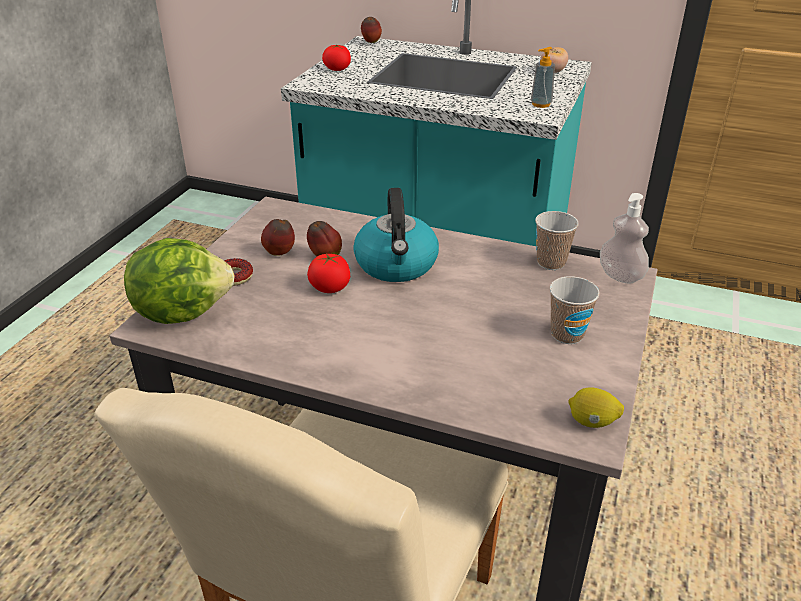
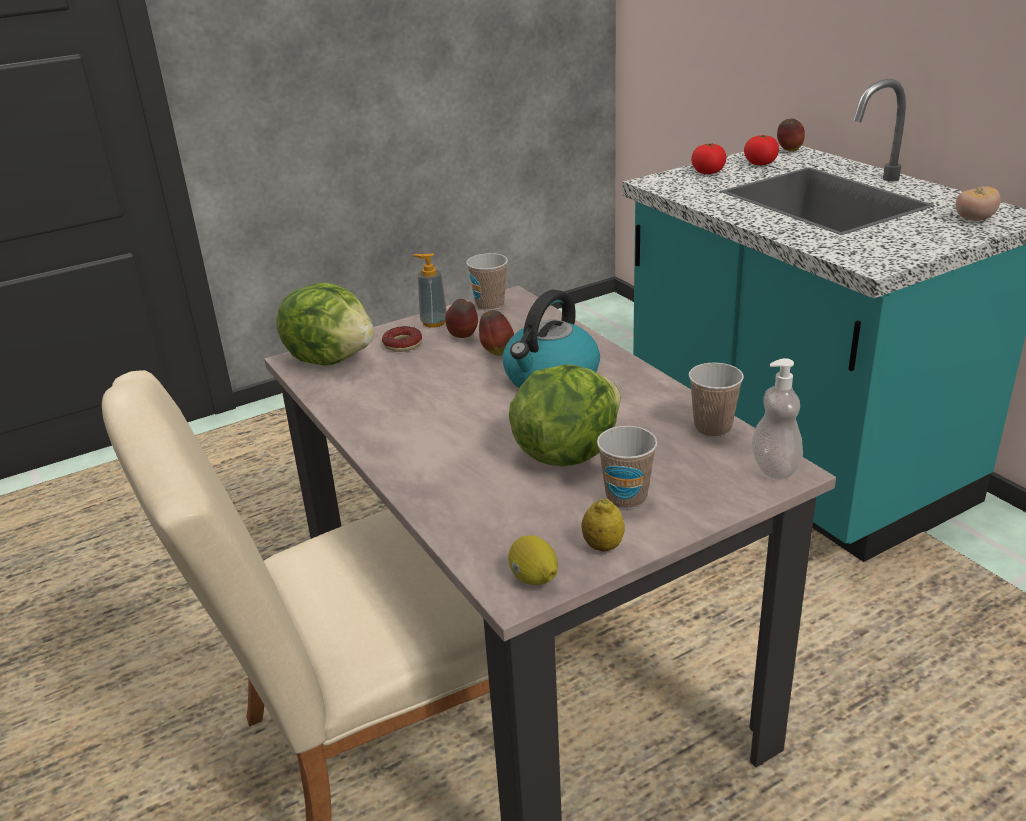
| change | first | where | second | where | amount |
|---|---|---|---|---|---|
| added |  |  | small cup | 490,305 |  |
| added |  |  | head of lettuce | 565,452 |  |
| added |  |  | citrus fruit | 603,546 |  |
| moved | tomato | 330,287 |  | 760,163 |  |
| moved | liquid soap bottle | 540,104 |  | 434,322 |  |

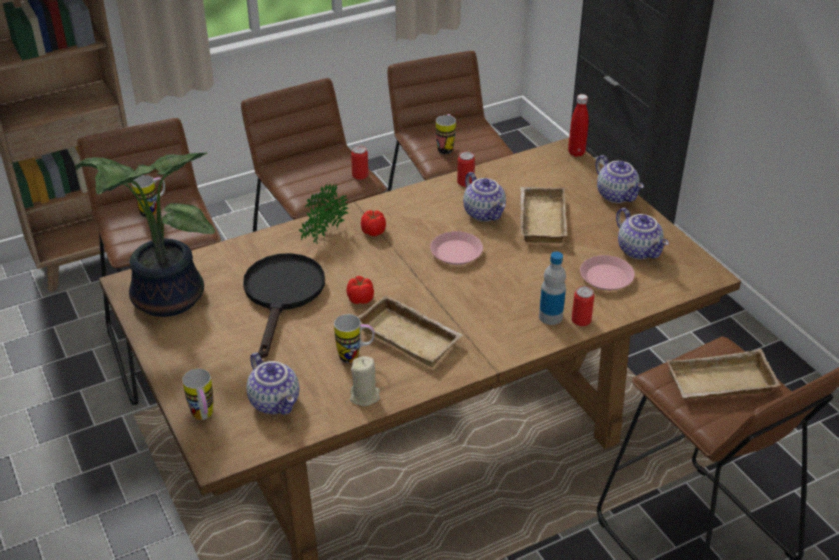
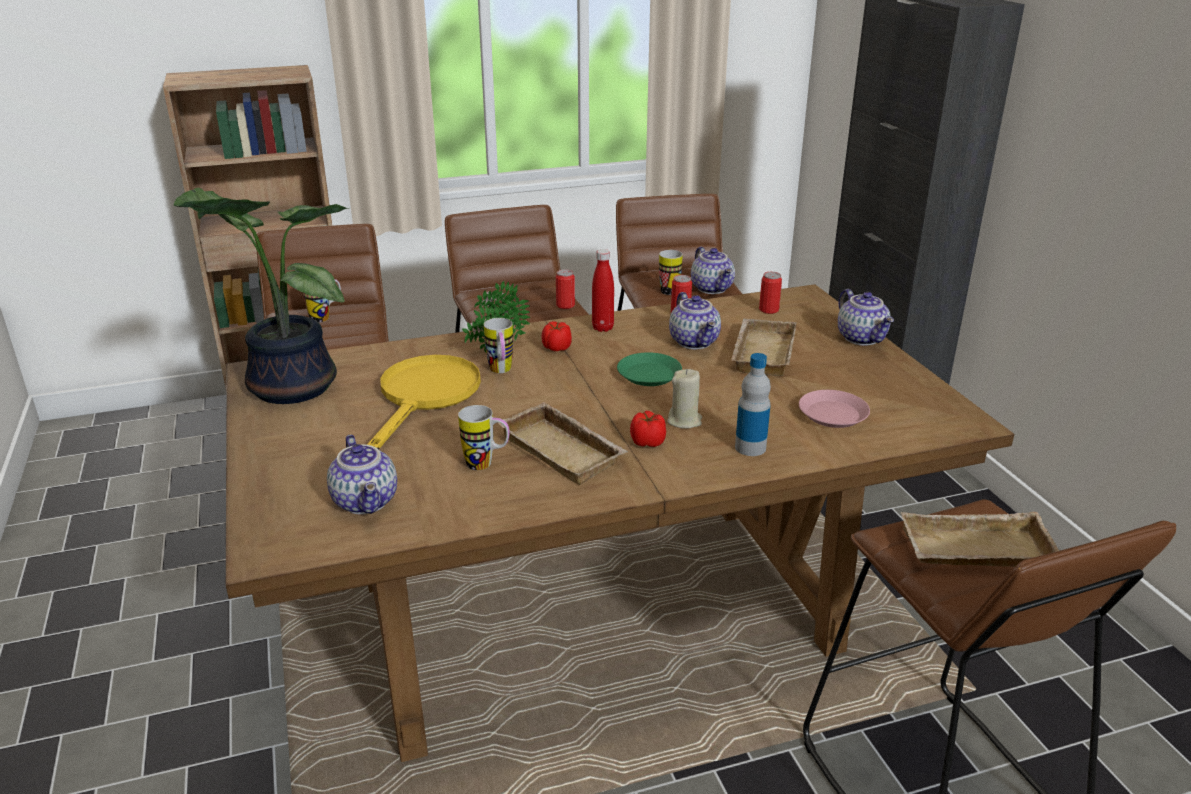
| change | first | where | second | where | amount |
|---|---|---|---|---|---|
| moved | mug | 204,417 |  | 501,372 |  |
| moved | tomato | 360,298 |  | 647,442 |  |
| moved | beige wax candle | 365,396 |  | 684,421 |  |
| moved | red beverage bottle | 576,153 |  | 602,328 |  |
| moved | can | 581,320 |  | 769,310 |  |
| moved | teapot | 639,250 |  | 713,288 |  |
| recoloured | blackish skillet | 283,295 | yellow skillet | 425,396 |  |
| recoloured | pink-coloured flat dish | 456,252 | green flat dish | 648,374 |  |

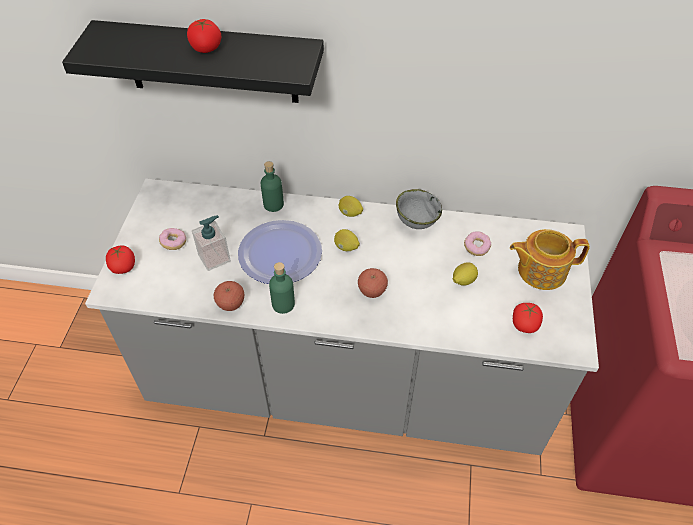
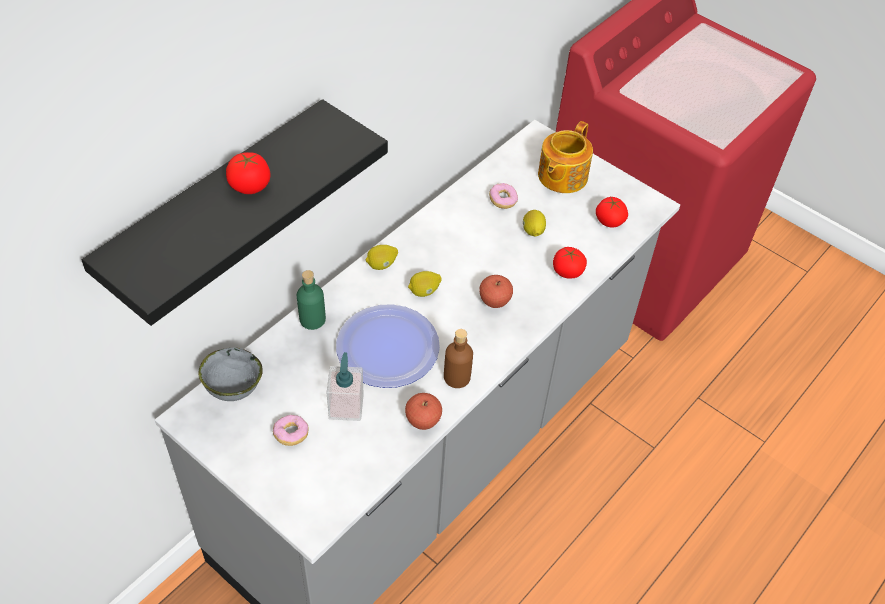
| change | first | where | second | where | amount |
|---|---|---|---|---|---|
| moved | tomato | 123,267 |  | 567,271 |  |
| moved | grey bowl | 416,222 |  | 232,389 |  |
| recoloured | green beverage bottle | 283,304 | brown-coloured beverage bottle | 457,377 |  |

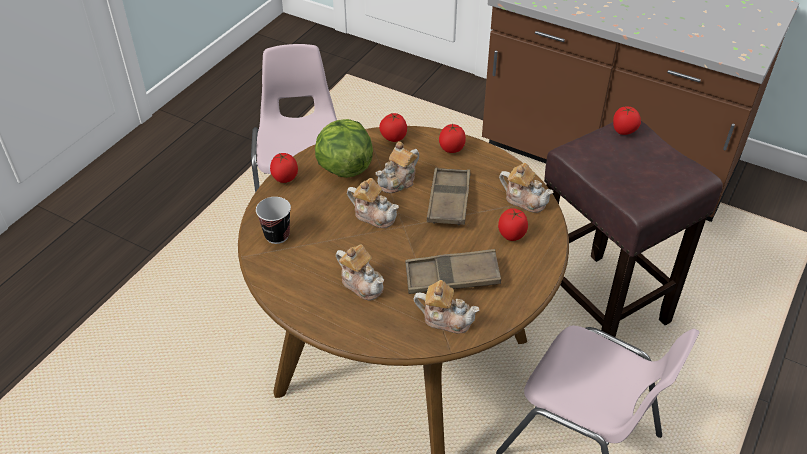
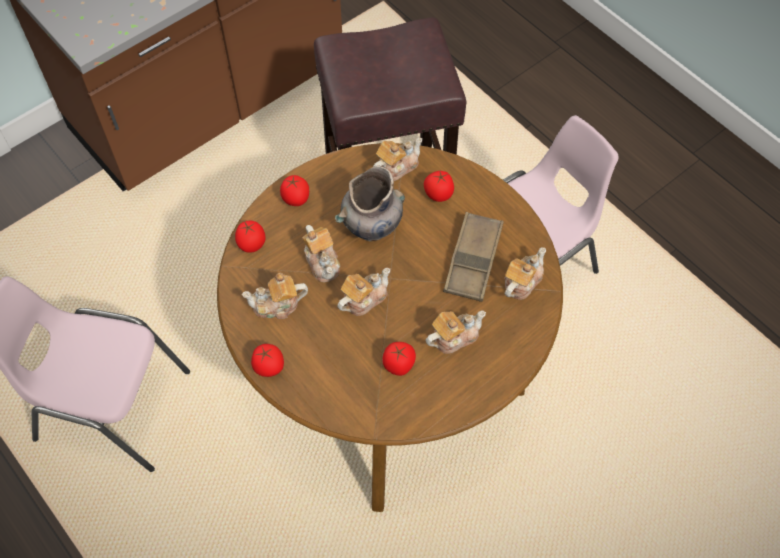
| change | first | where | second | where | amount |
|---|---|---|---|---|---|
| removed | small cup | 277,235 |  |  |  |
| moved | tomato | 624,131 |  | 399,365 |  |
| replaced | head of lettuce | 344,167 | teapot | 277,305 |  |
| replaced | brown-coloured carrying tray | 448,201 | grey flower vase | 371,228 |  |

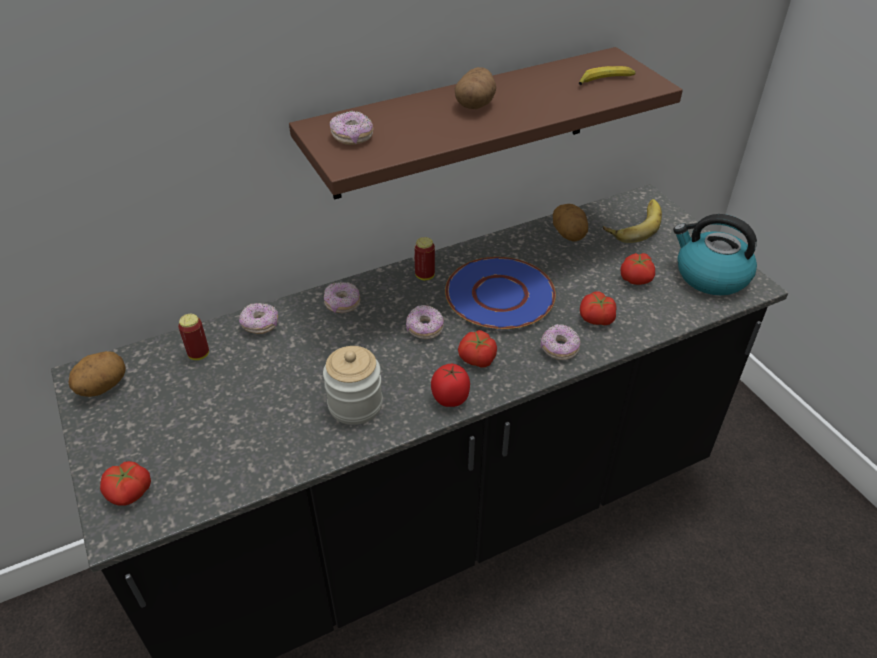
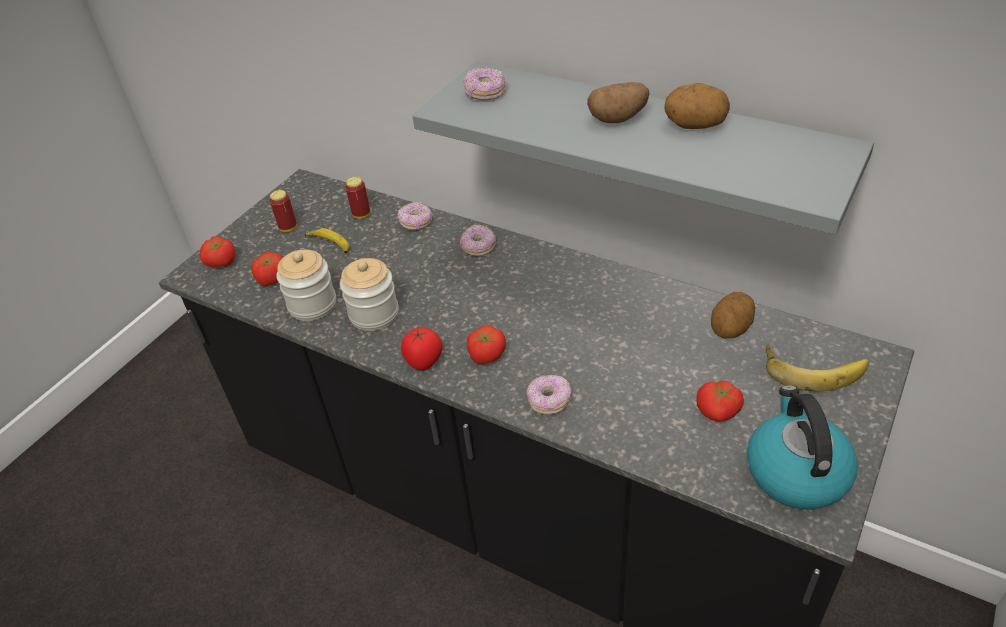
| change | first | where | second | where | amount |
|---|---|---|---|---|---|
| removed | donut | 424,329 |  |  |  |
| removed | blue flat dish | 500,295 |  |  |  |
| added |  |  | preserve jar | 312,305 |  |
| moved | potato | 103,387 |  | 694,126 |  |
| moved | can | 424,276 |  | 288,228 |  |
| moved | whole banana | 605,81 |  | 330,244 |  |
| moved | tomato | 596,318 |  | 271,278 |  |
| recoloured | brown-coloured bracket shelf | 463,123 | grey bracket shelf | 652,142 |  |

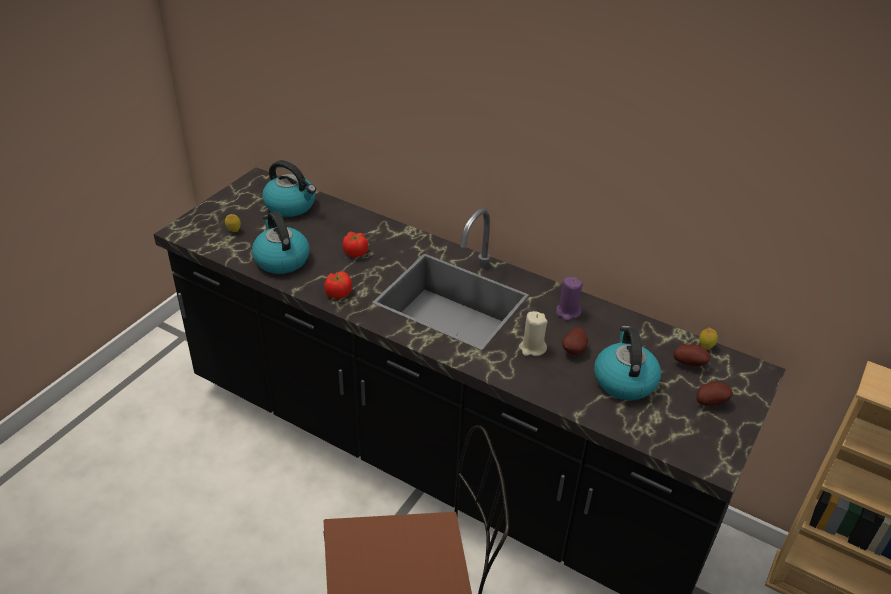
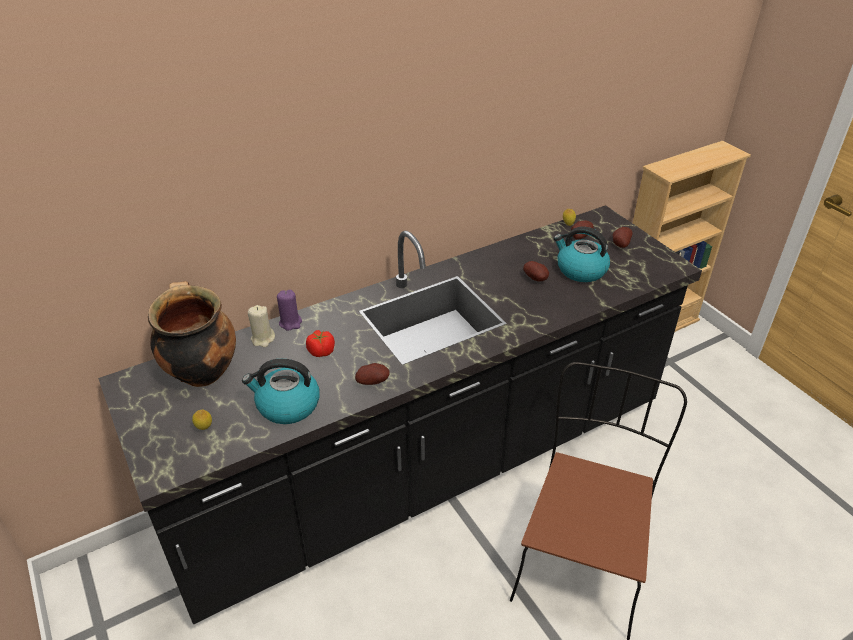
| change | first | where | second | where | amount |
|---|---|---|---|---|---|
| moved | beige wax candle | 532,348 |  | 263,339 |  |
| moved | purplish wax candle | 568,312 |  | 290,323 |  |
| replaced | water kettle | 291,205 | cooking pot | 201,371 |  |
| replaced | tomato | 338,293 | potato | 373,381 |  |

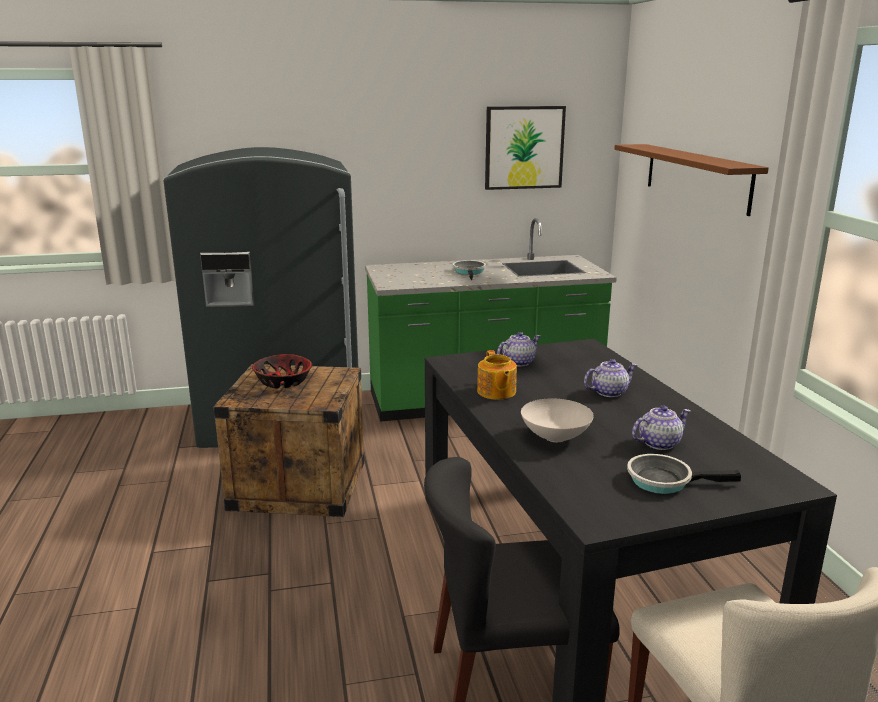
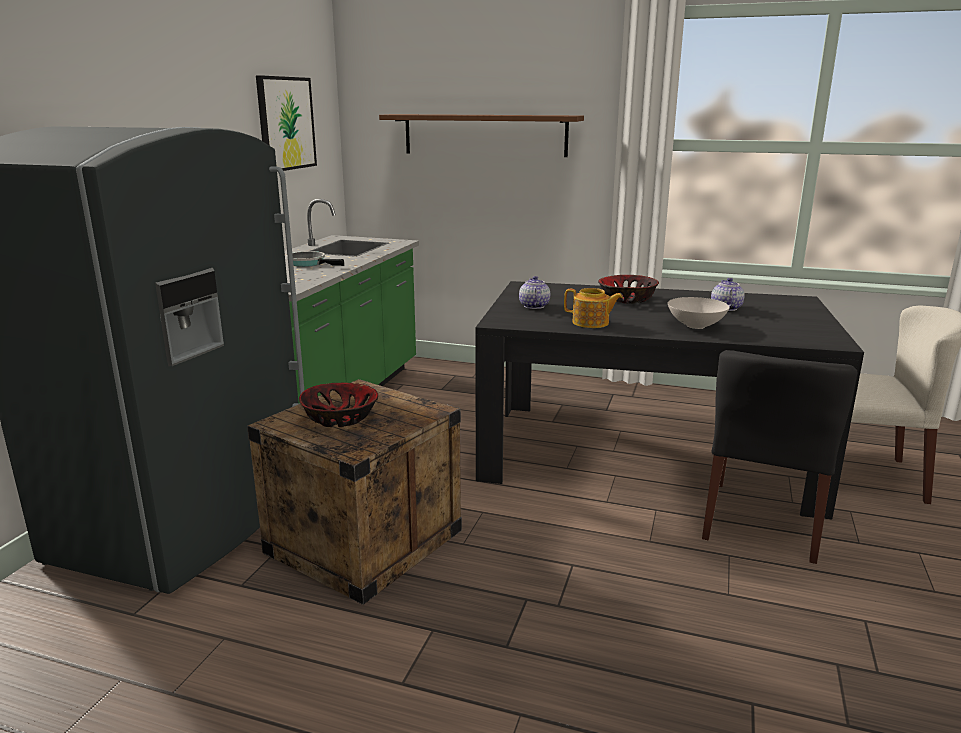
| change | first | where | second | where | amount |
|---|---|---|---|---|---|
| removed | skillet | 664,481 |  |  |  |
| replaced | teapot | 609,392 | bowl | 626,299 |  |

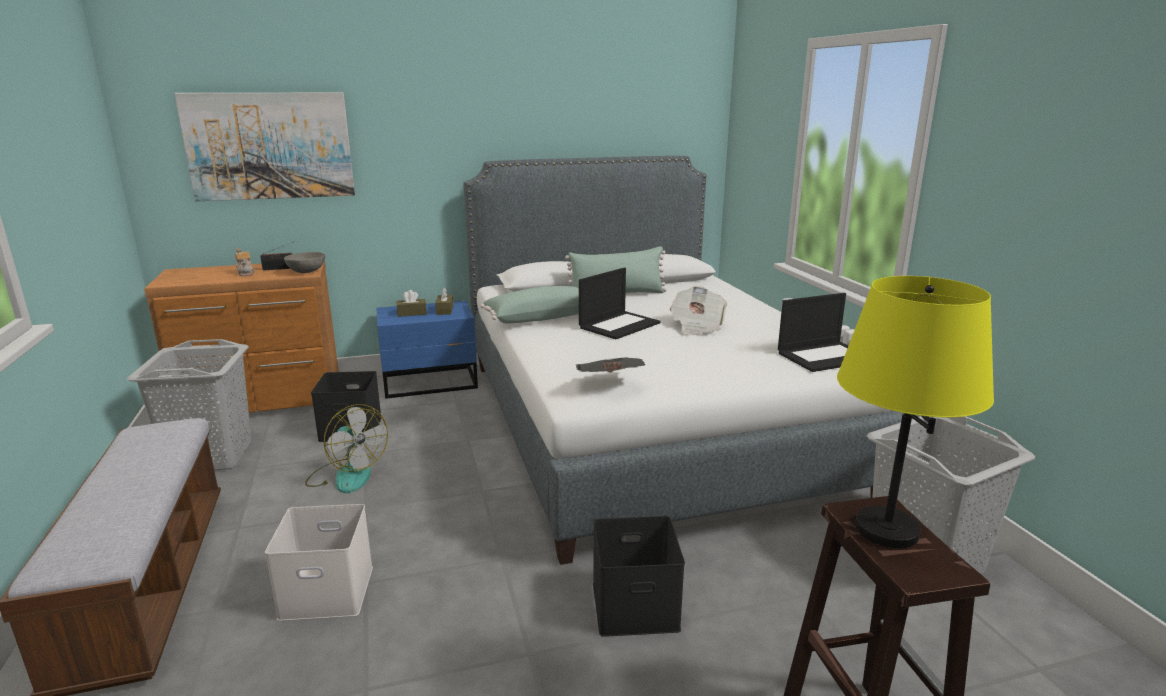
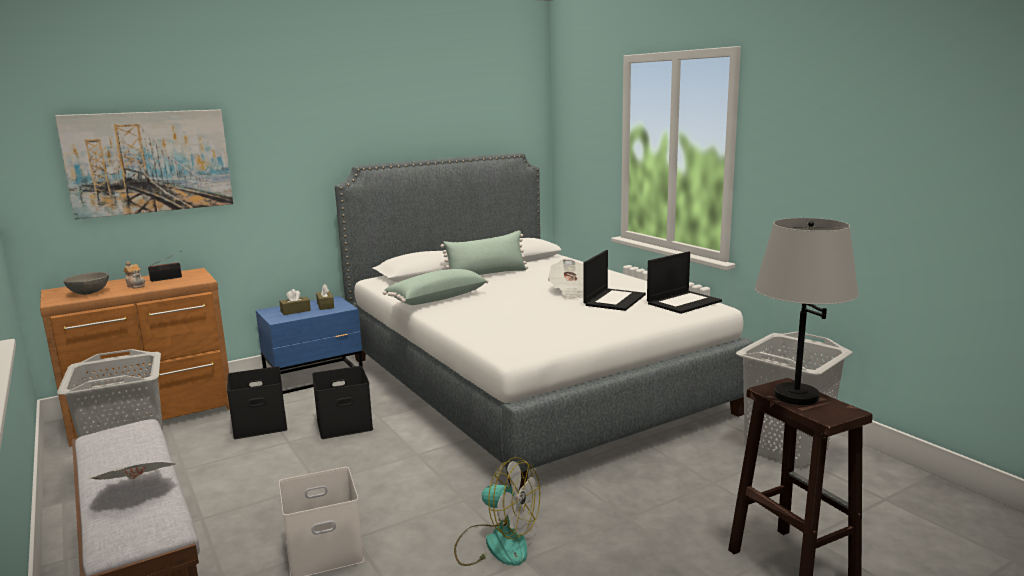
| change | first | where | second | where | amount |
|---|---|---|---|---|---|
| moved | grey bowl | 307,272 |  | 89,293 |  |
| moved | electric fan | 347,475 |  | 496,544 |  |
| moved | daily paper | 609,384 |  | 137,490 |  |
| moved | portable computer | 619,325 |  | 614,299 |  |
| moved | blackish storage box | 636,605 |  | 345,423 |  |
| recoloured | yellow table lamp | 885,529 | grey table lamp | 795,396 |  |

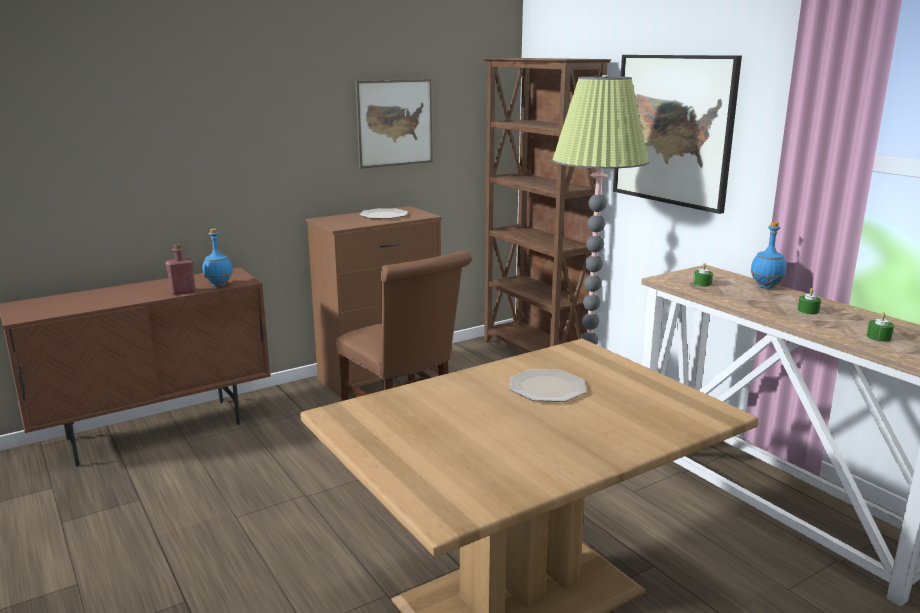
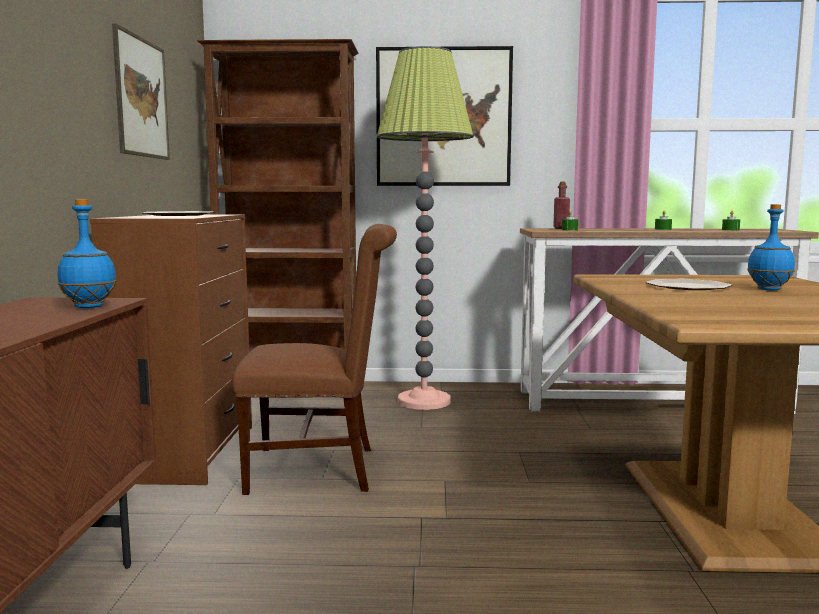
| change | first | where | second | where | amount |
|---|---|---|---|---|---|
| moved | red beverage bottle | 183,292 |  | 561,228 |  |
| moved | blue beverage bottle | 766,287 |  | 769,289 |  |

